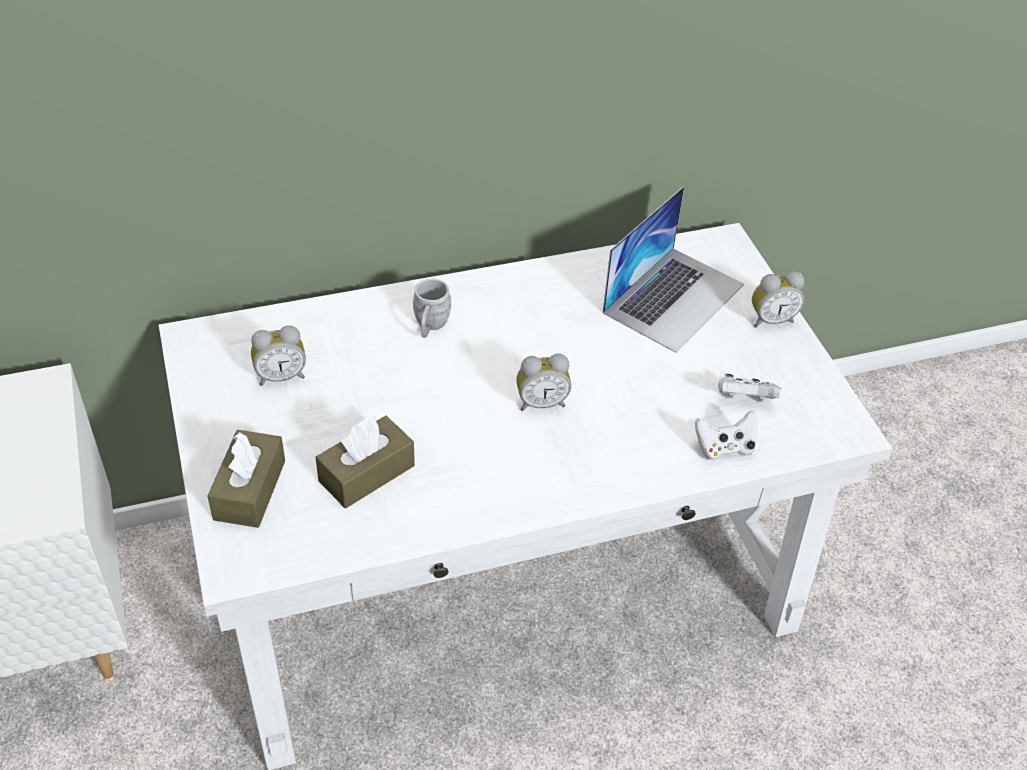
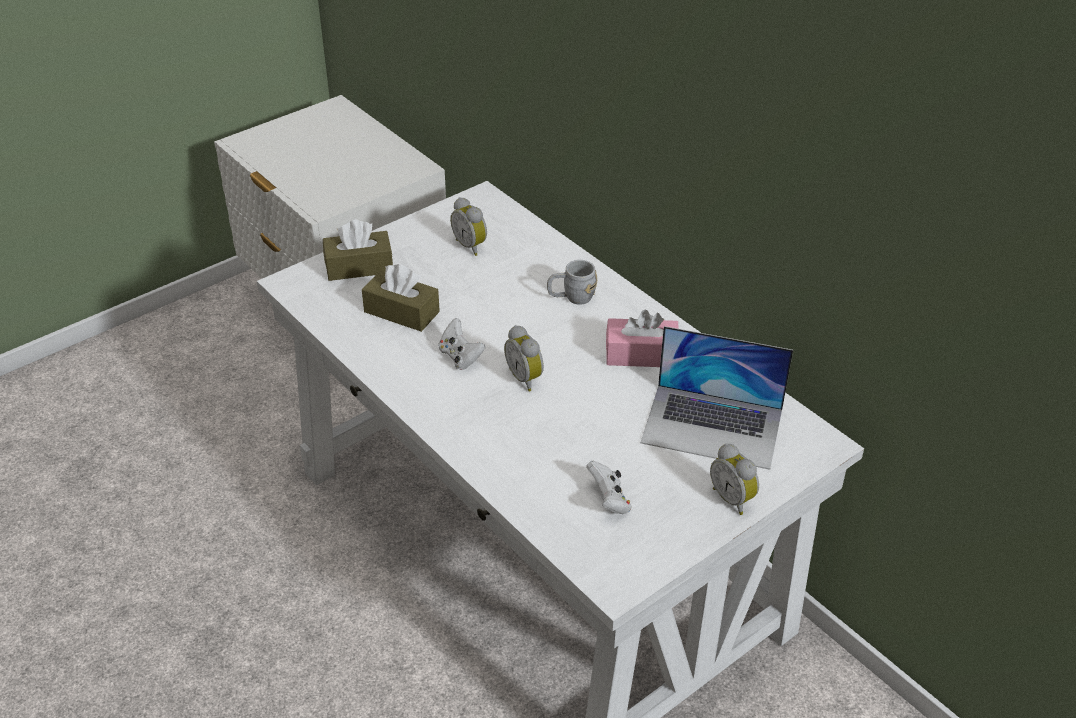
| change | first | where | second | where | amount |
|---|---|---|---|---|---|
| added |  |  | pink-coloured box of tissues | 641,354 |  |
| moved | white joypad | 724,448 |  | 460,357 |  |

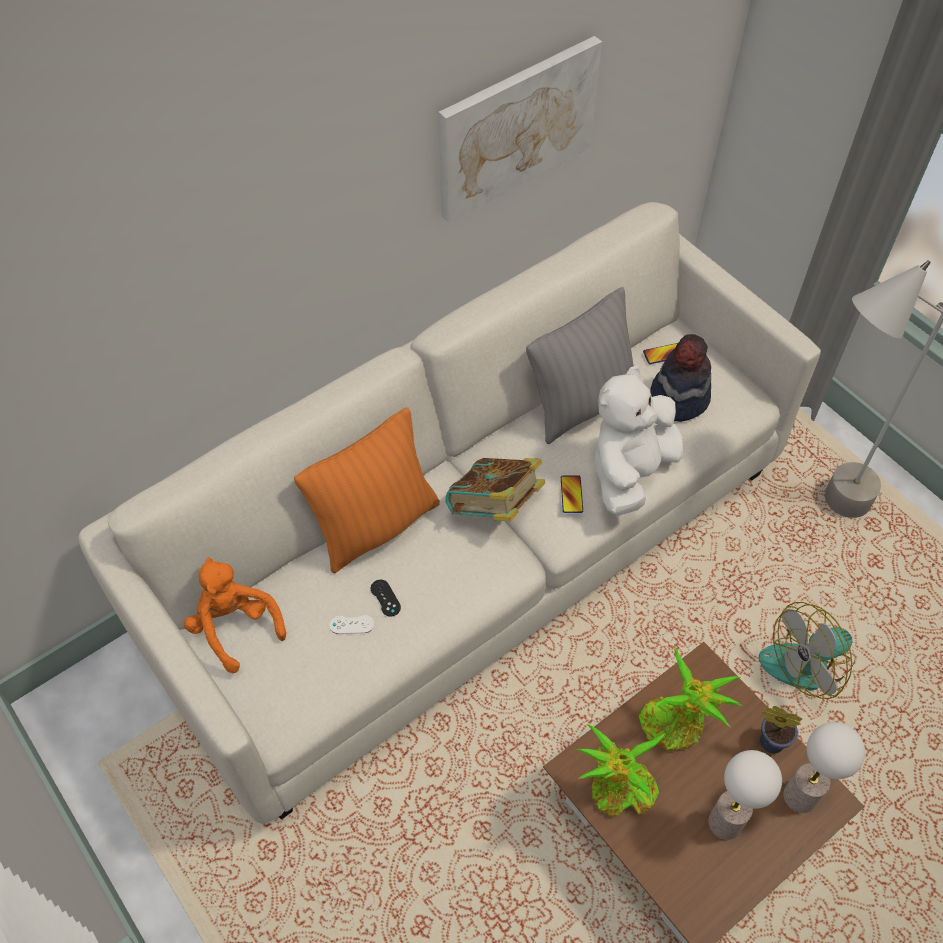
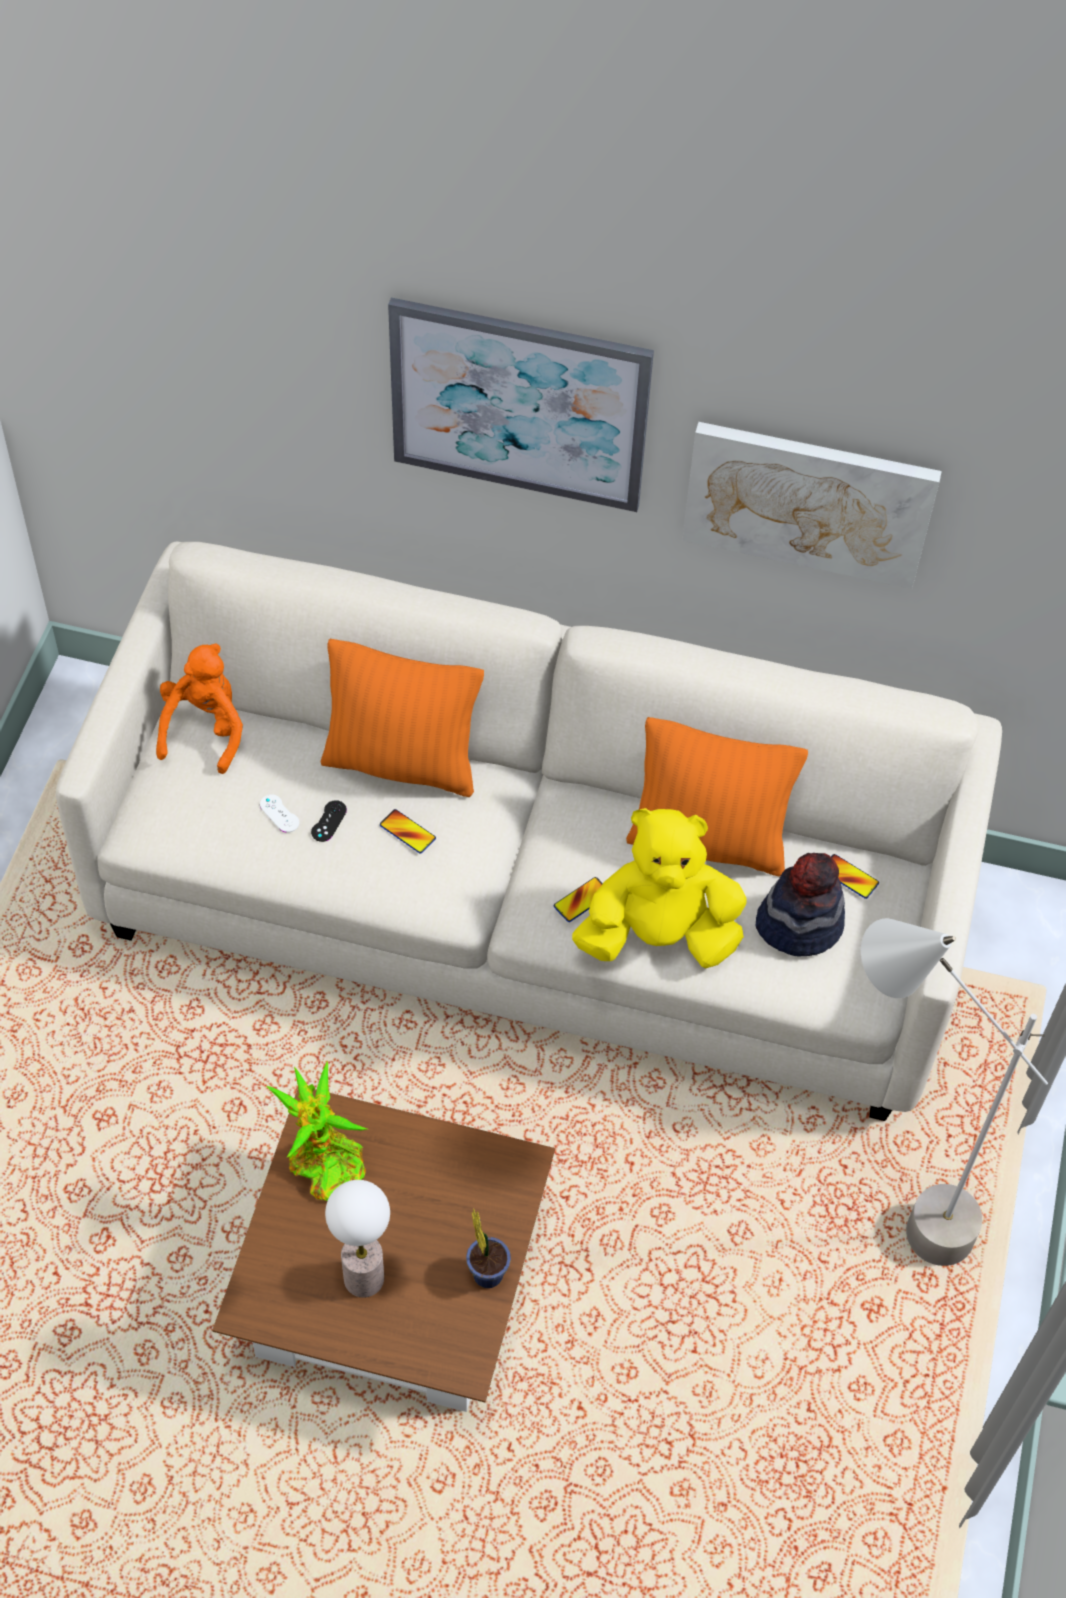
| change | first | where | second | where | amount |
|---|---|---|---|---|---|
| removed | book | 494,508 |  |  |  |
| removed | potted plant | 677,724 |  |  |  |
| removed | electric fan | 808,660 |  |  |  |
| removed | table lamp | 800,797 |  |  |  |
| added |  |  | telephone | 407,832 |  |
| added |  |  | wall picture | 519,404 |  |
| recoloured | grey throw pillow | 581,403 | orange throw pillow | 708,841 |  |
| recoloured | white soft toy | 630,472 | yellow soft toy | 659,936 |  |

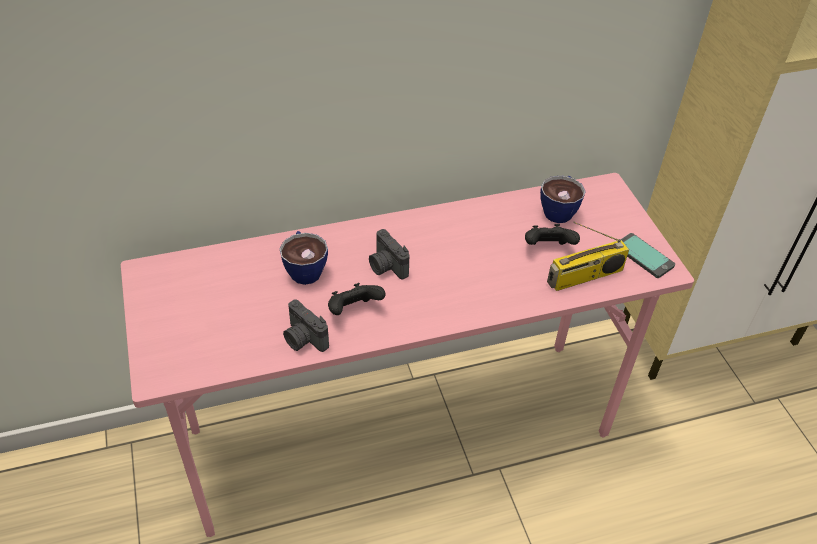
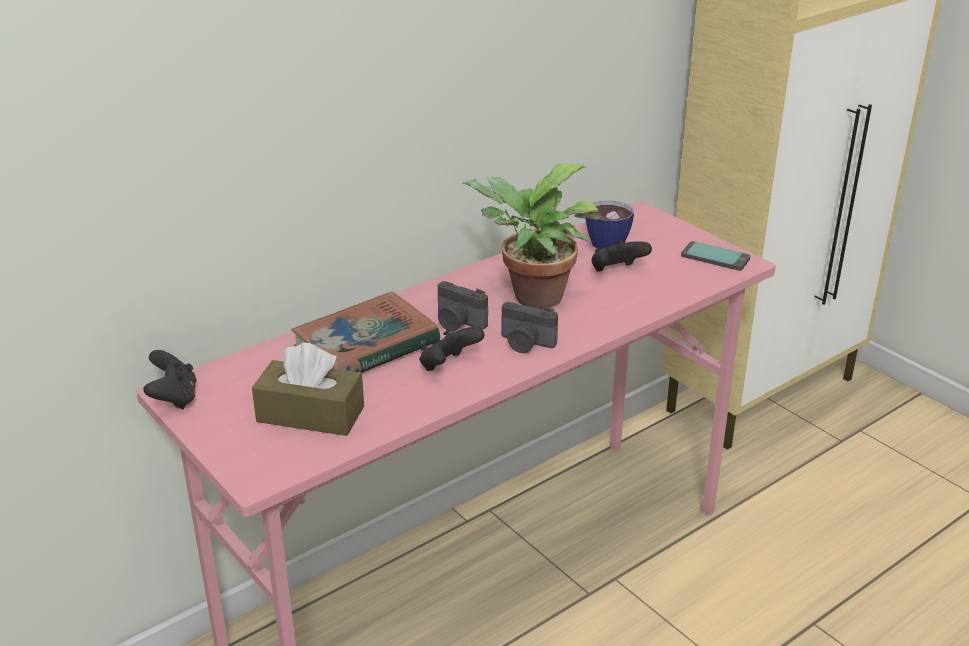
| change | first | where | second | where | amount |
|---|---|---|---|---|---|
| removed | radio set | 584,277 |  |  |  |
| added |  |  | blackish joypad | 174,398 |  |
| added |  |  | brown-coloured box of tissues | 310,414 |  |
| added |  |  | potted plant | 532,298 |  |
| moved | still camera | 303,339 |  | 525,344 |  |
| replaced | small cup | 304,268 | book | 366,345 |  |

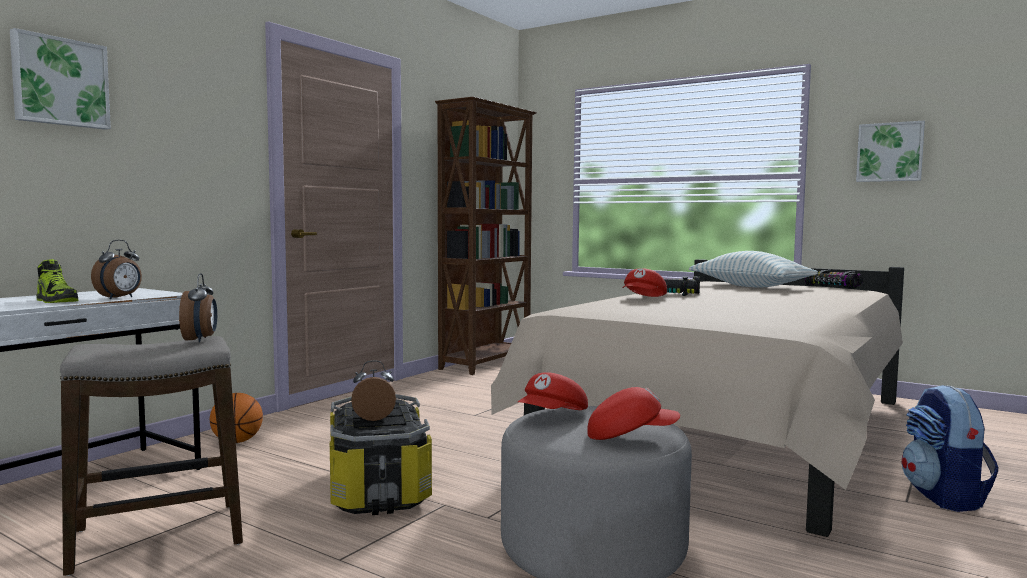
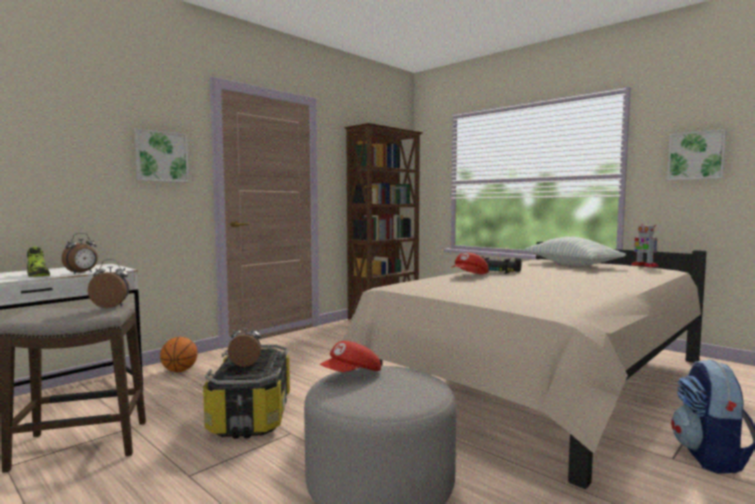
| change | first | where | second | where | amount |
|---|---|---|---|---|---|
| removed | red baseball cap | 630,436 |  |  |  |
| moved | wall picture | 60,82 |  | 161,156 |  |
| replaced | model car | 835,286 | model robot | 644,265 |  |
| turned | bedside clock | 200,340 |  | 111,306 | 90 degrees counterclockwise |

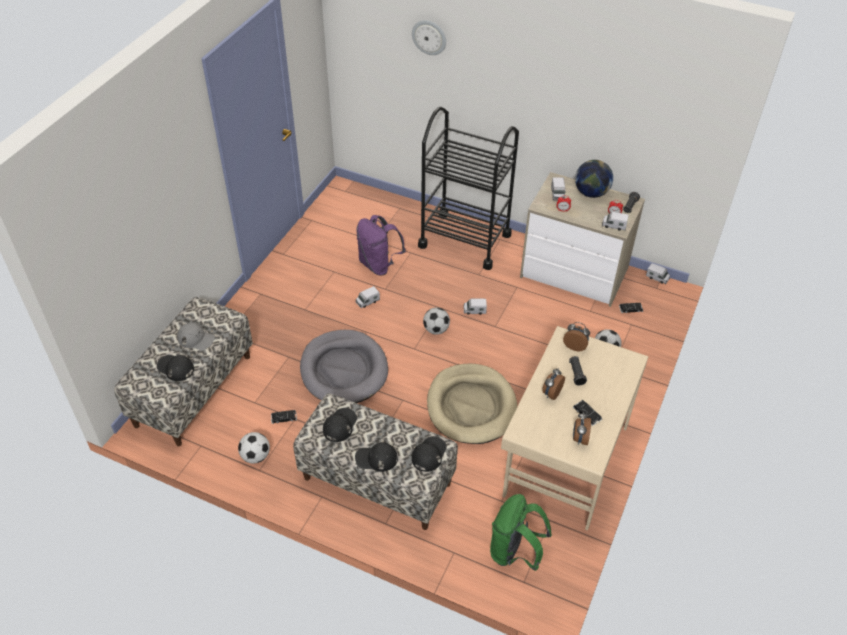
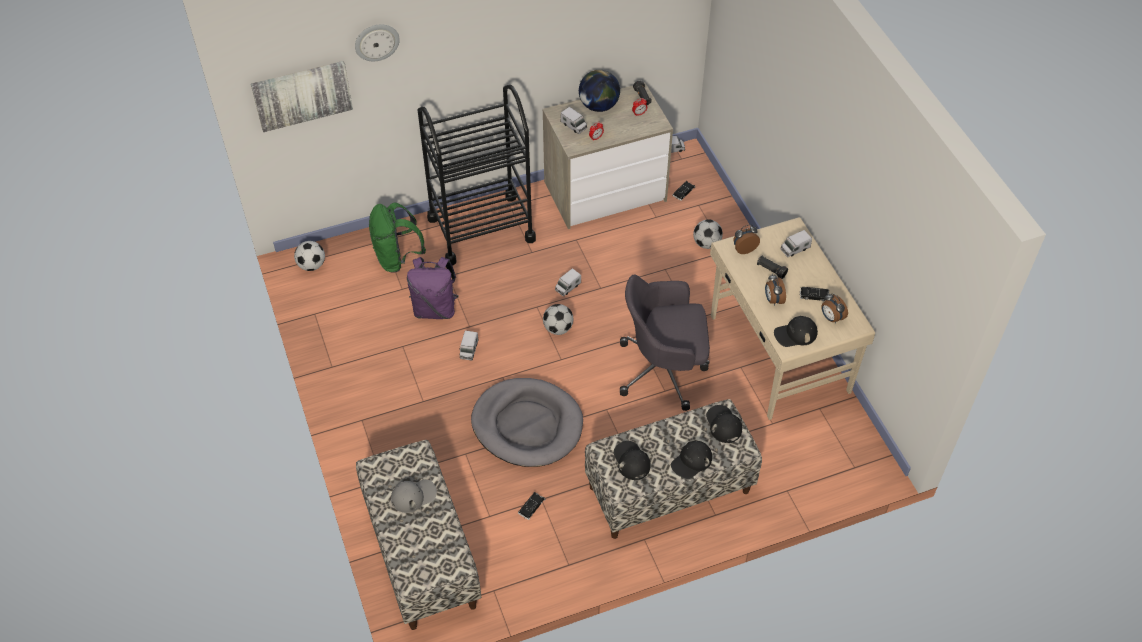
| change | first | where | second | where | amount |
|---|---|---|---|---|---|
| added |  |  | wall picture | 302,94 |  |
| moved | blackish baseball cap | 175,368 |  | 795,334 |  |
| moved | football ball | 255,456 |  | 312,265 |  |
| moved | green rucksack | 514,552 |  | 397,258 |  |
| moved | toy lorry | 614,225 |  | 795,249 |  |
| replaced | beige pet bed | 471,406 | grey computer chair | 664,370 |  |

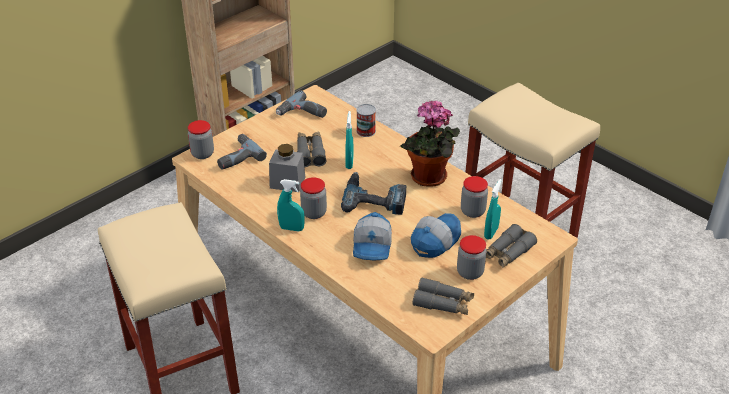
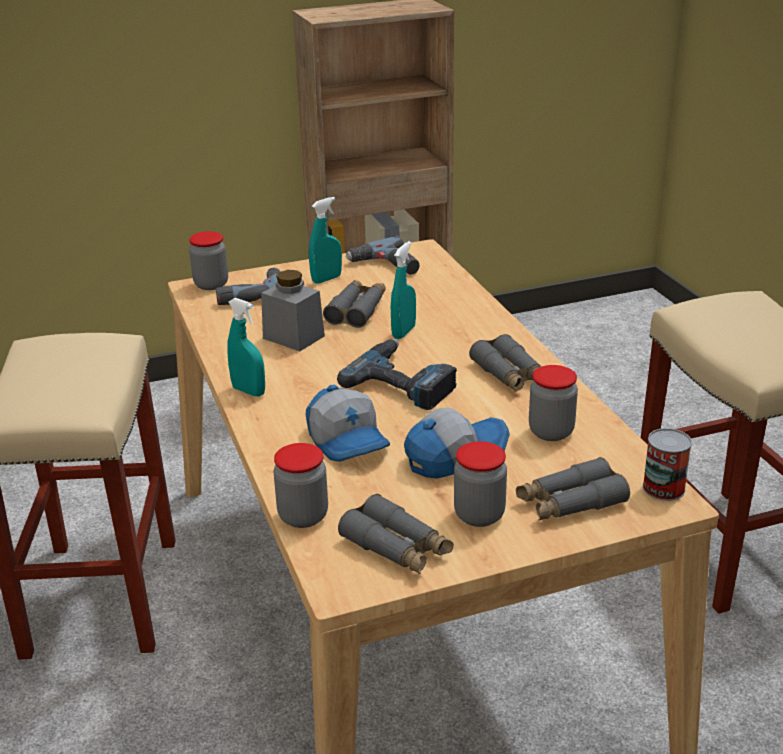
| change | first | where | second | where | amount |
|---|---|---|---|---|---|
| moved | preserve jar | 314,213 |  | 303,516 |  |
| moved | can | 366,131 |  | 663,488 |  |
| moved | blue-green sprayer | 491,233 |  | 326,279 |  |
| replaced | potted plant | 428,179 | grey binoculars | 510,375 |  |
| turned | baseball cap | 373,246 |  | 349,441 | 60 degrees counterclockwise |

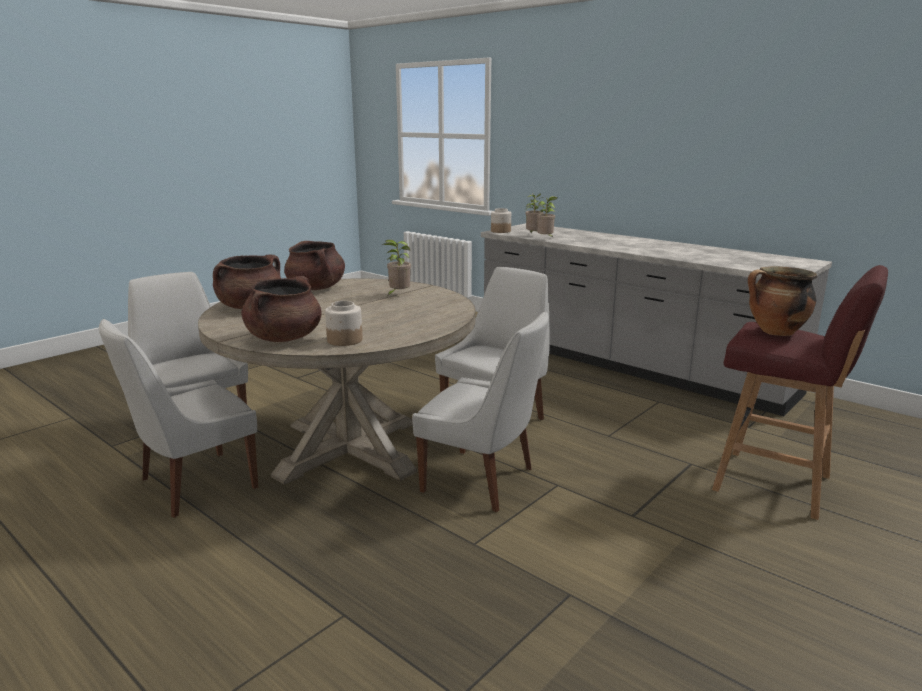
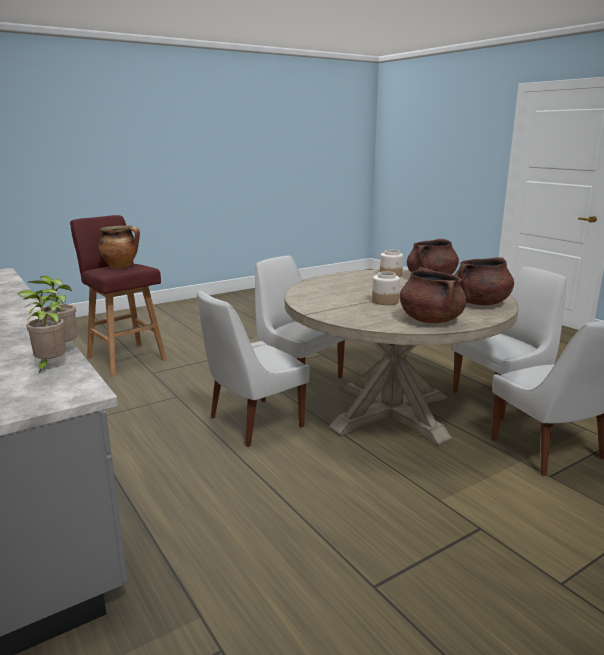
| change | first | where | second | where | amount |
|---|---|---|---|---|---|
| removed | potted plant | 398,295 |  |  |  |
| moved | preserve jar | 500,231 |  | 385,301 |  |

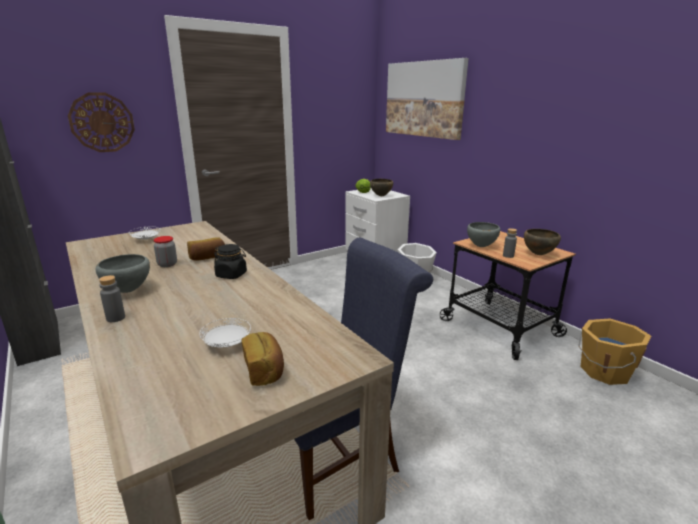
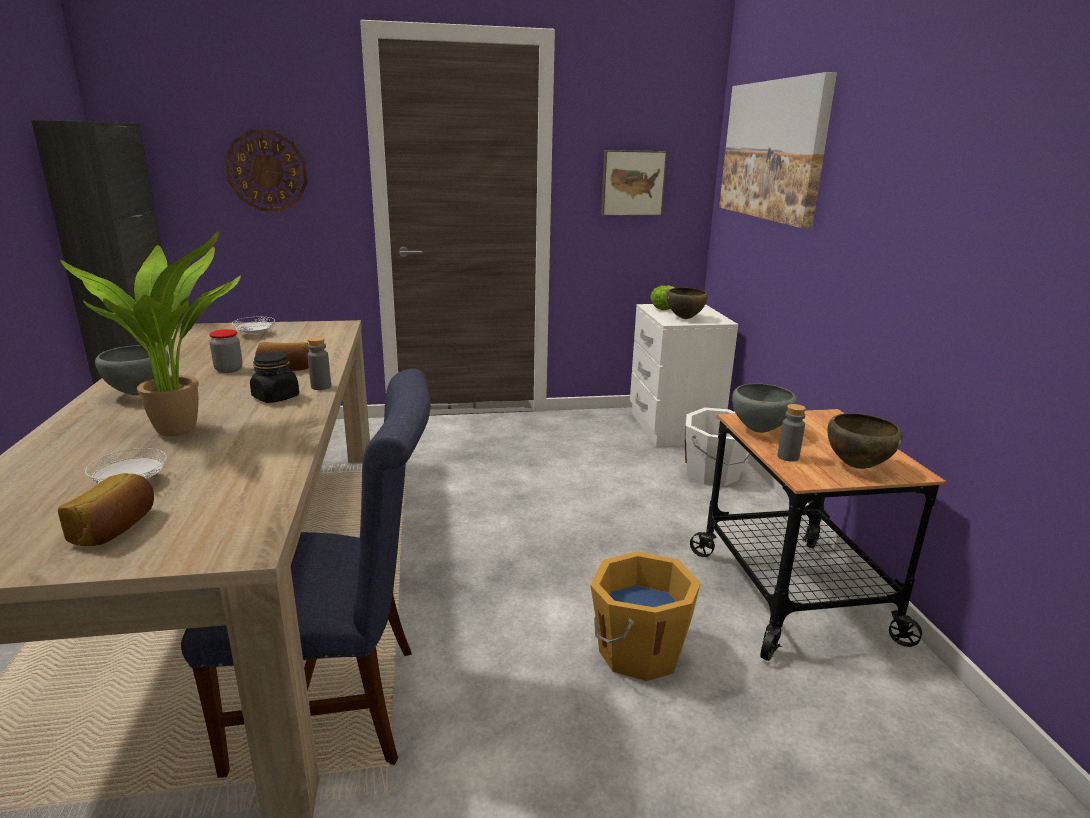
| change | first | where | second | where | amount |
|---|---|---|---|---|---|
| added |  |  | potted plant | 182,428 |  |
| added |  |  | wall picture | 632,183 |  |
| moved | grey beverage bottle | 116,318 |  | 321,387 |  |
| moved | orange water bucket | 604,371 |  | 637,651 |  |

